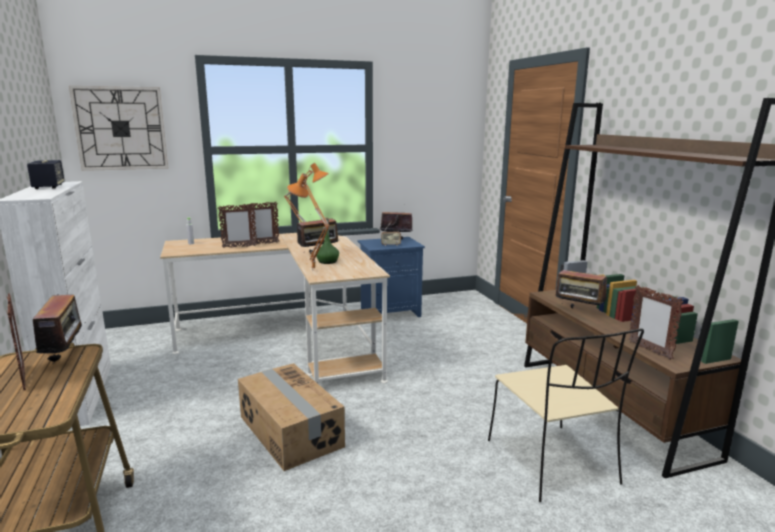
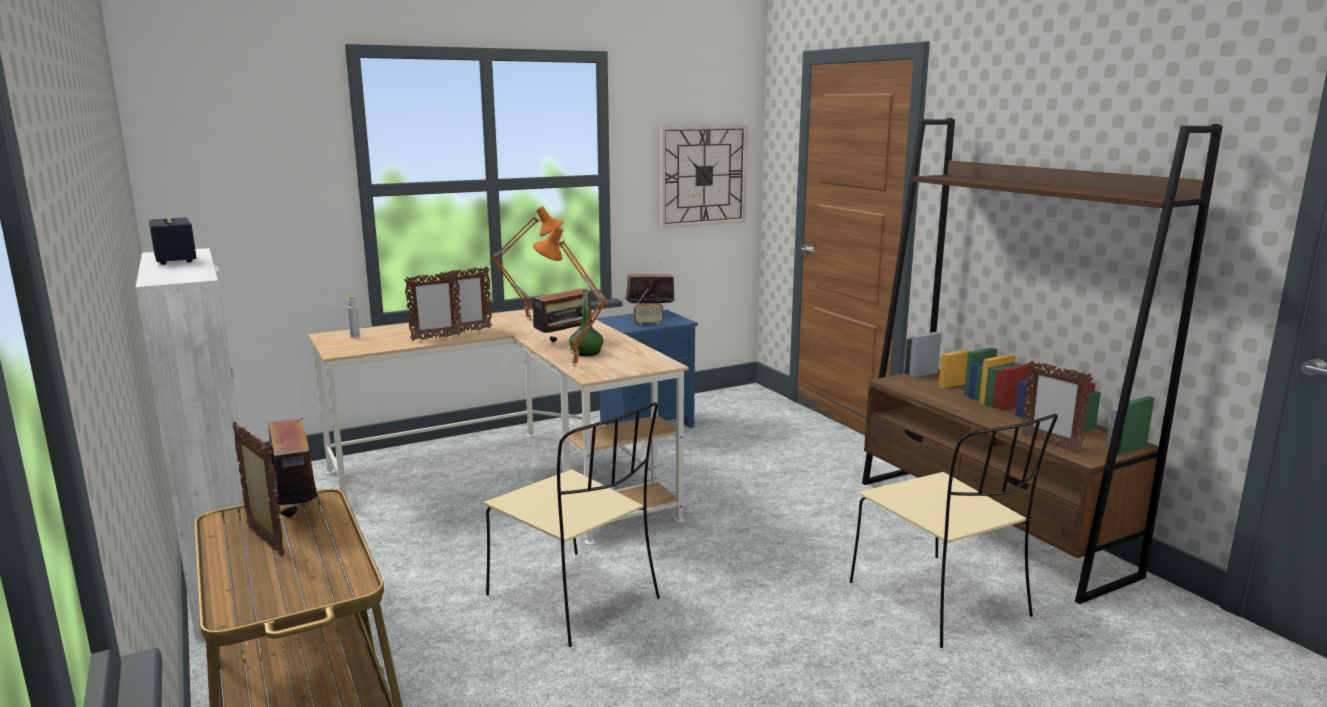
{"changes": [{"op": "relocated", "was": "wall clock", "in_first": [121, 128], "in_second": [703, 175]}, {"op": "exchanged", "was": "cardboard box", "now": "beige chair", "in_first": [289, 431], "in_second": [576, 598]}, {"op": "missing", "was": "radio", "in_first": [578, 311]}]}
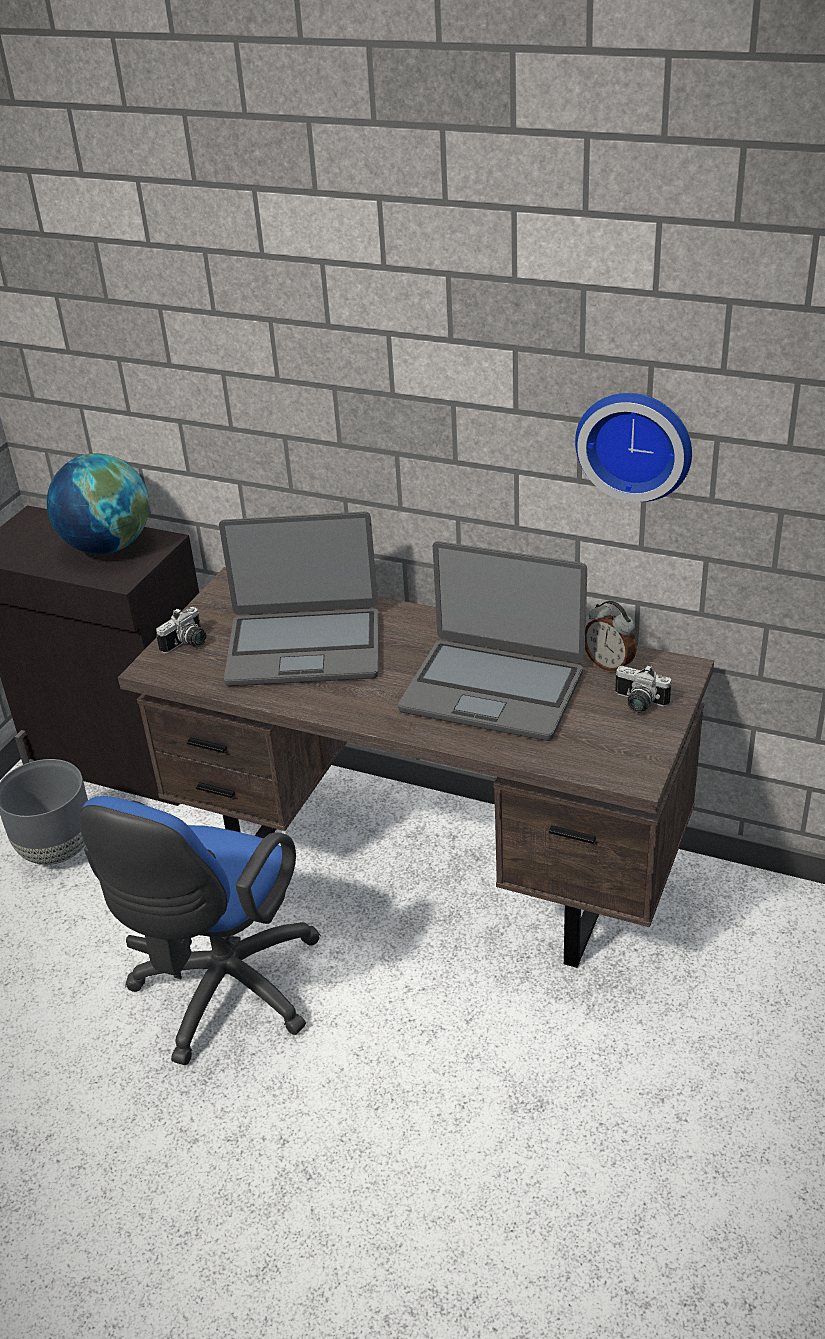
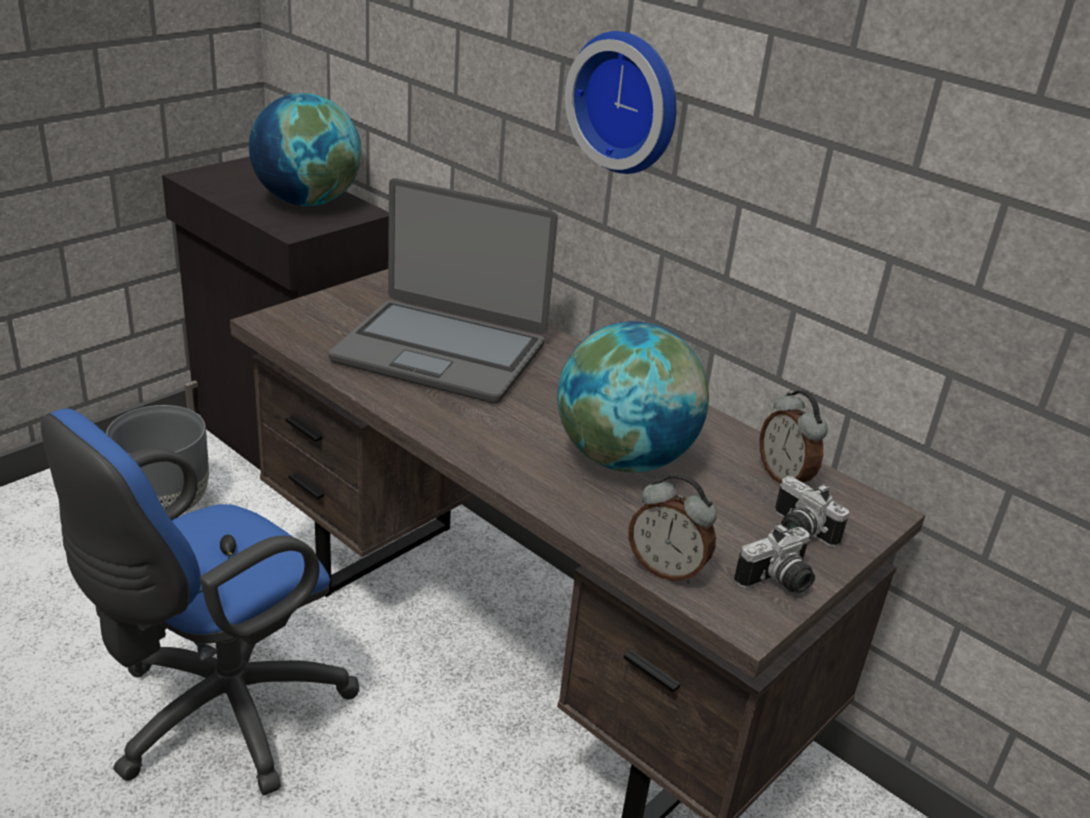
{"changes": [{"op": "relocated", "was": "photo camera", "in_first": [188, 644], "in_second": [778, 583]}, {"op": "exchanged", "was": "laptop", "now": "globe", "in_first": [493, 690], "in_second": [624, 459]}, {"op": "relocated", "was": "wall clock", "in_first": [635, 443], "in_second": [628, 102]}, {"op": "appeared", "now": "alarm clock", "in_second": [666, 569]}]}
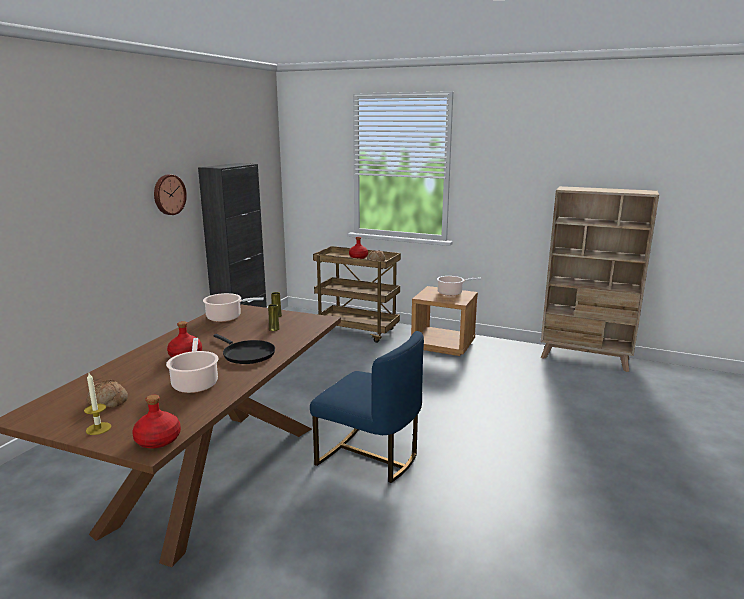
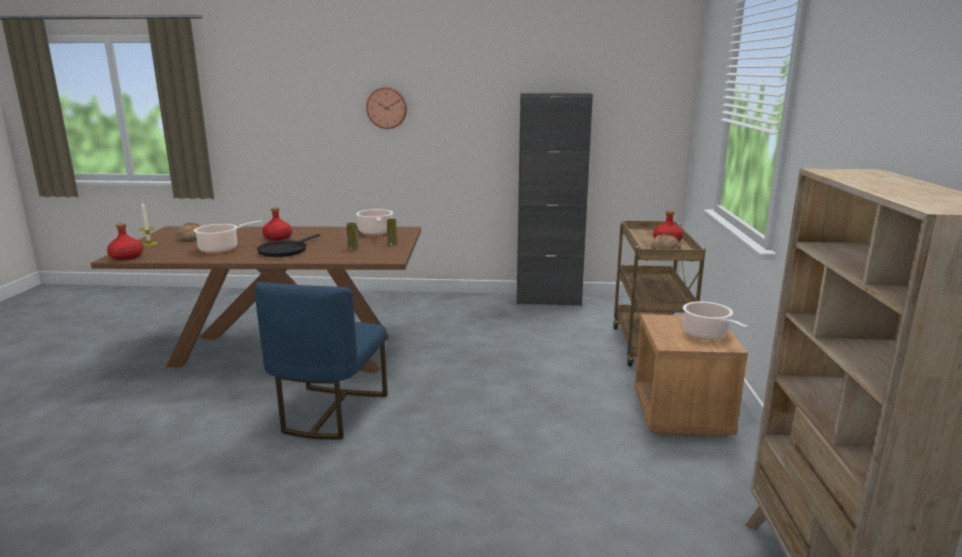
{"changes": [{"op": "relocated", "was": "wall clock", "in_first": [168, 194], "in_second": [387, 108]}]}
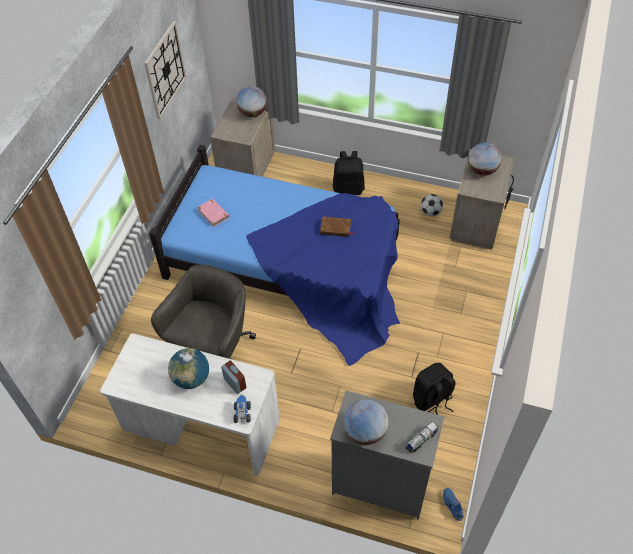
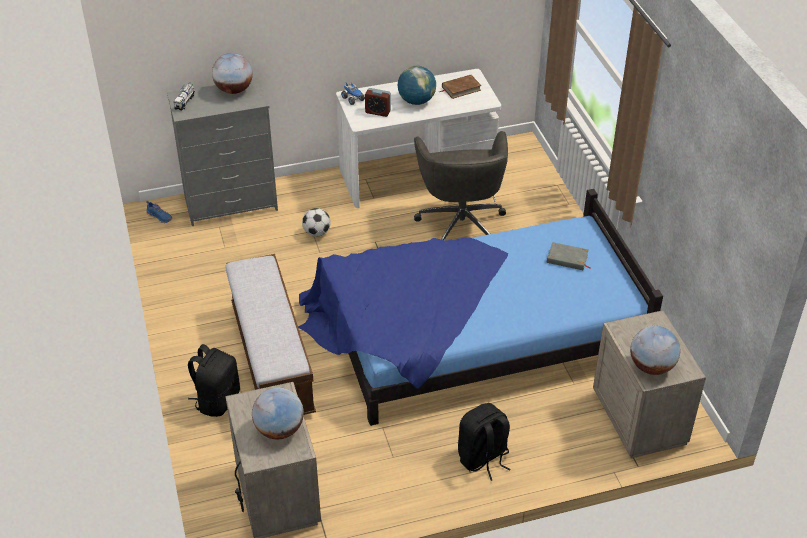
{"changes": [{"op": "missing", "was": "wall clock", "in_first": [165, 70]}, {"op": "colour", "was": "pink book", "now": "grey book", "in_first": [213, 214], "in_second": [567, 259]}, {"op": "relocated", "was": "brown book", "in_first": [335, 228], "in_second": [461, 88]}, {"op": "relocated", "was": "black backpack", "in_first": [432, 400], "in_second": [217, 400]}, {"op": "relocated", "was": "football", "in_first": [430, 212], "in_second": [317, 233]}, {"op": "appeared", "now": "bench", "in_second": [272, 359]}]}
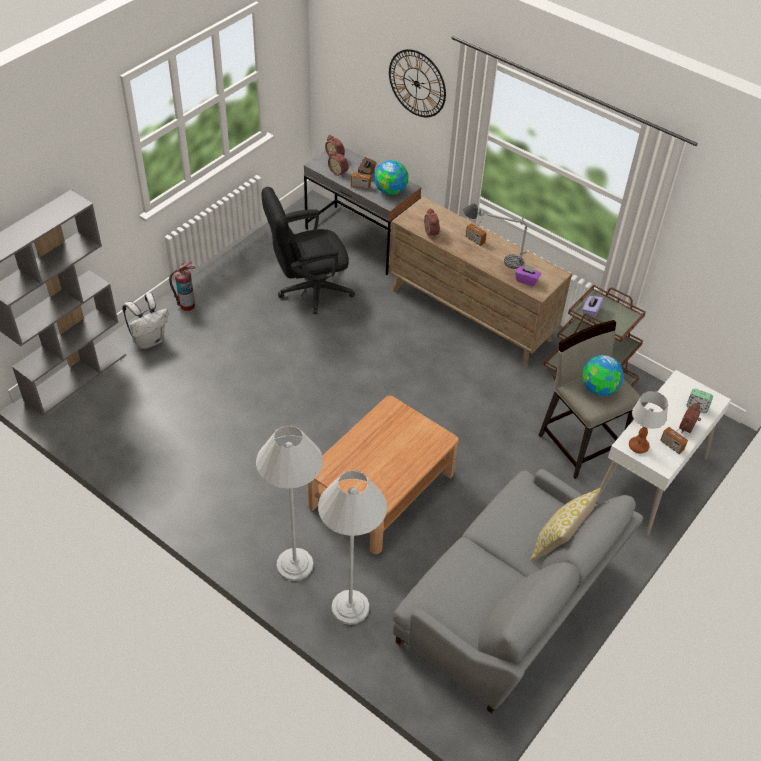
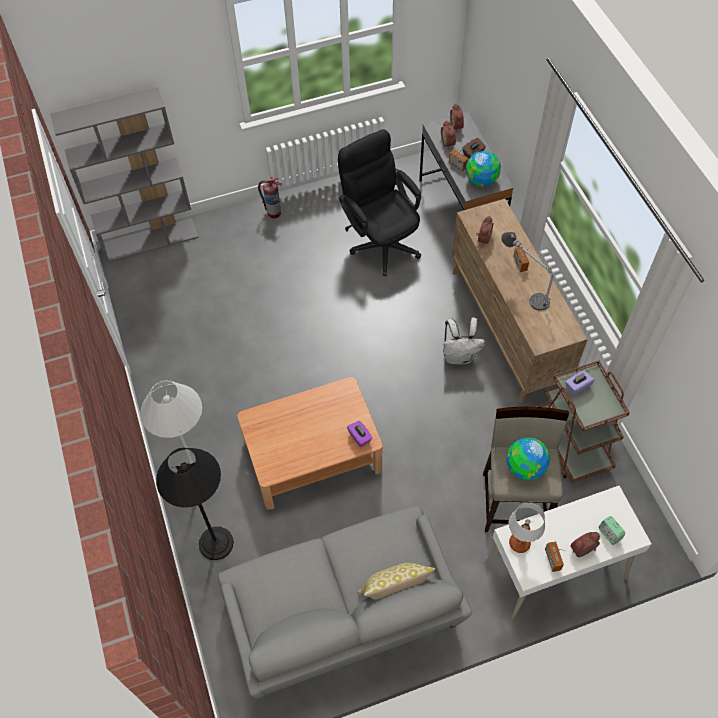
{"changes": [{"op": "relocated", "was": "white backpack", "in_first": [149, 340], "in_second": [459, 356]}, {"op": "spun", "was": "black office chair", "in_first": [308, 290], "in_second": [381, 241], "clockwise": 45}, {"op": "colour", "was": "white floor lamp", "now": "black floor lamp", "in_first": [350, 607], "in_second": [216, 543]}, {"op": "missing", "was": "wall clock", "in_first": [417, 83]}, {"op": "relocated", "was": "purple tissue box", "in_first": [526, 280], "in_second": [360, 437]}]}
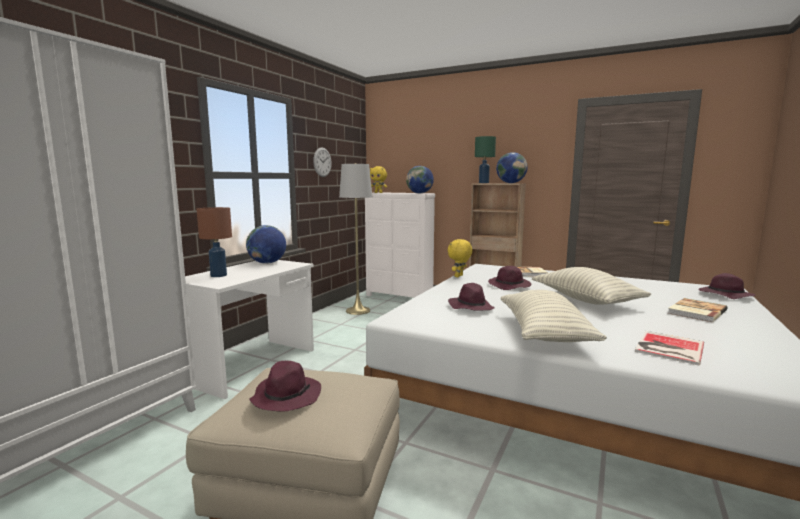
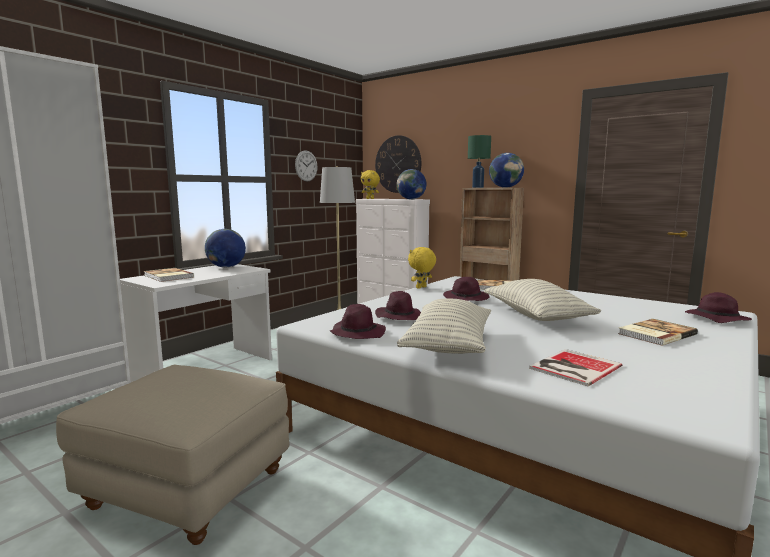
{"changes": [{"op": "exchanged", "was": "brown table lamp", "now": "book", "in_first": [218, 275], "in_second": [167, 276]}, {"op": "relocated", "was": "purple hat", "in_first": [286, 396], "in_second": [357, 333]}, {"op": "appeared", "now": "wall clock", "in_second": [398, 164]}]}
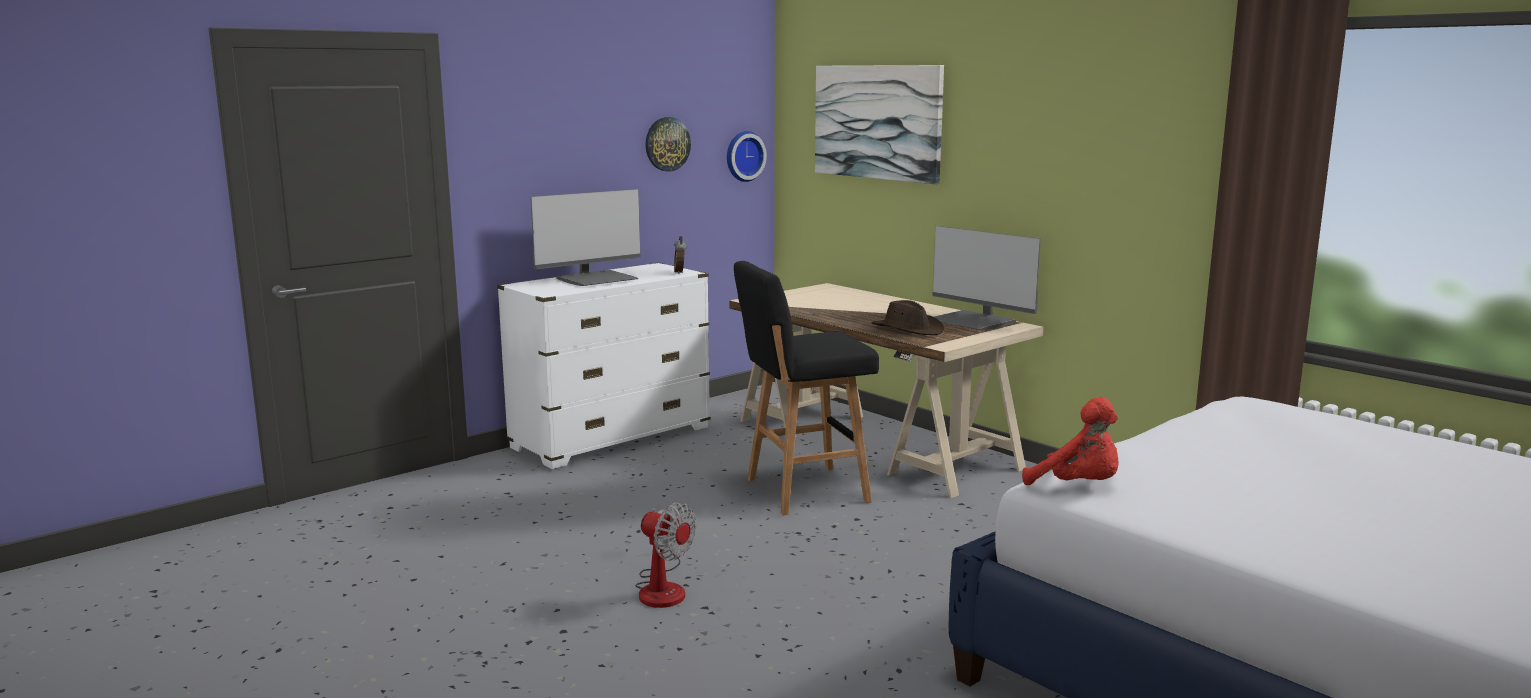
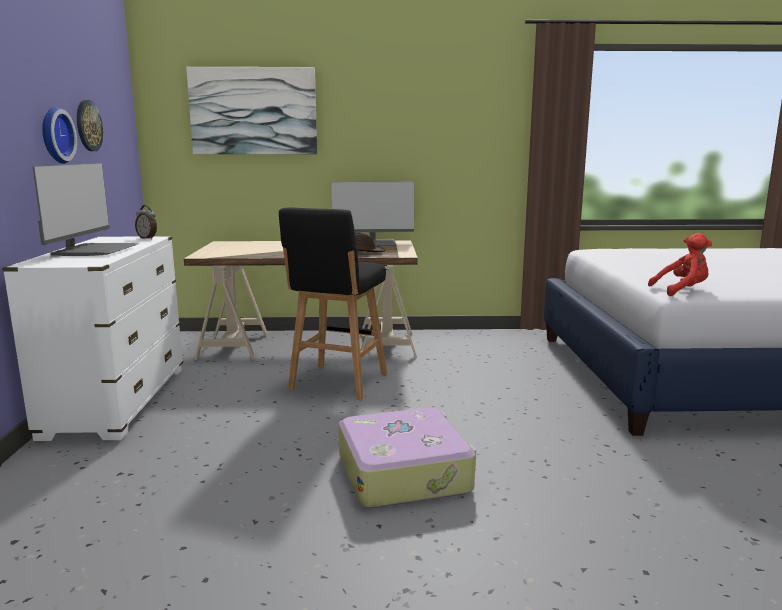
{"changes": [{"op": "exchanged", "was": "fan", "now": "suitcase", "in_first": [662, 588], "in_second": [404, 472]}, {"op": "relocated", "was": "wall clock", "in_first": [743, 156], "in_second": [54, 135]}]}
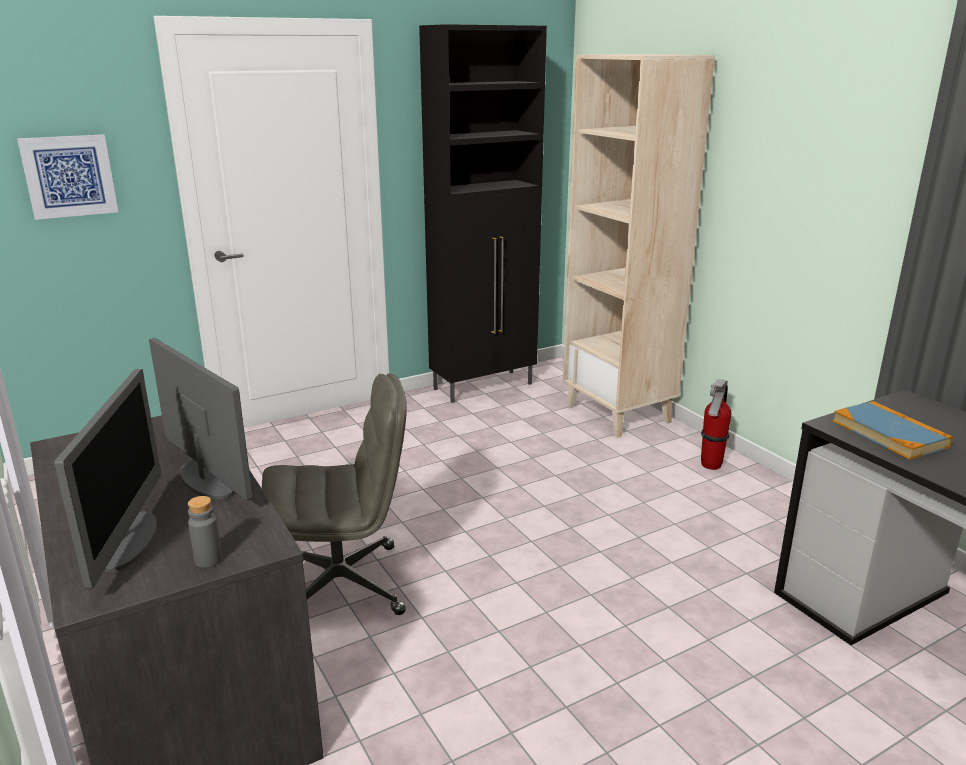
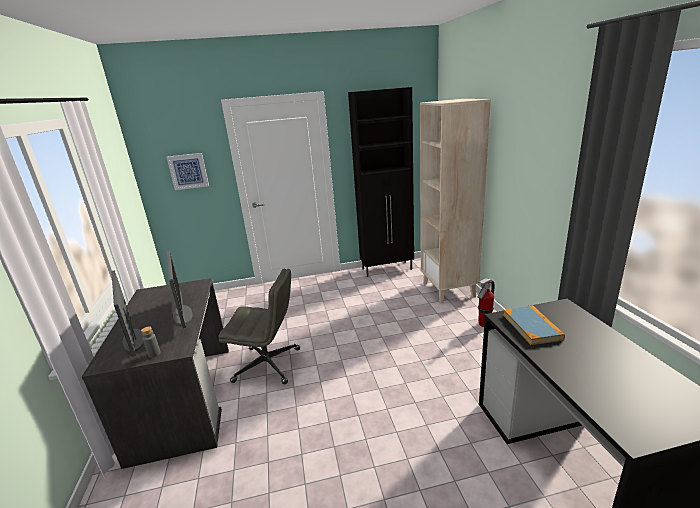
{"changes": [{"op": "spun", "was": "monitor", "in_first": [129, 541], "in_second": [134, 340], "clockwise": 135}]}
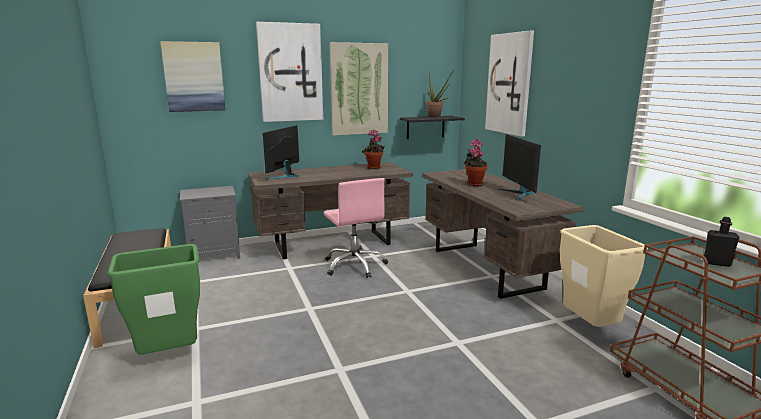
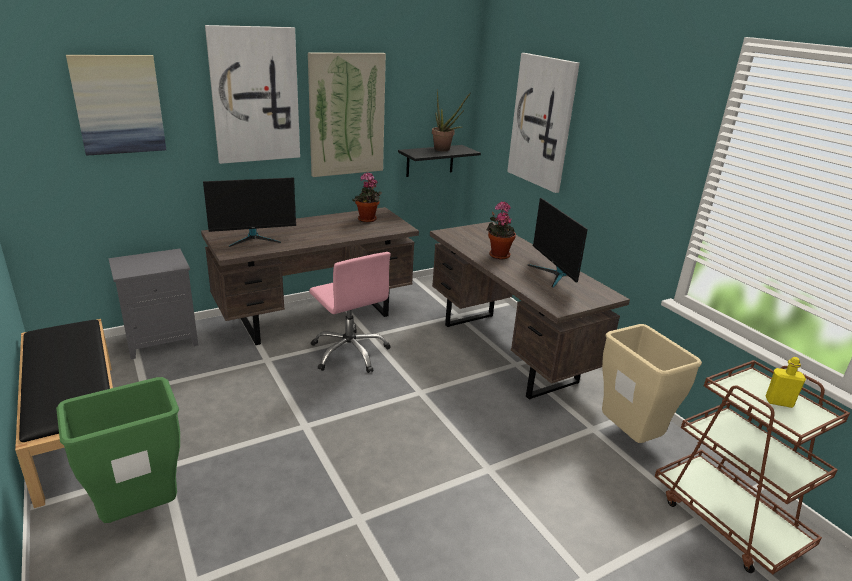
{"changes": [{"op": "spun", "was": "monitor", "in_first": [285, 176], "in_second": [254, 239], "clockwise": -120}, {"op": "colour", "was": "black bottle", "now": "yellow bottle", "in_first": [717, 263], "in_second": [779, 402]}]}
